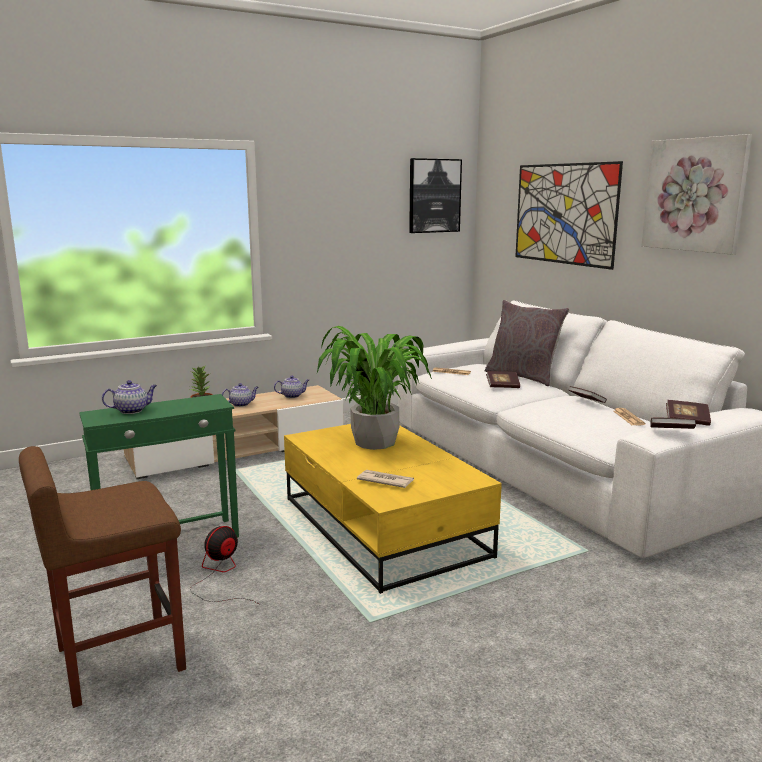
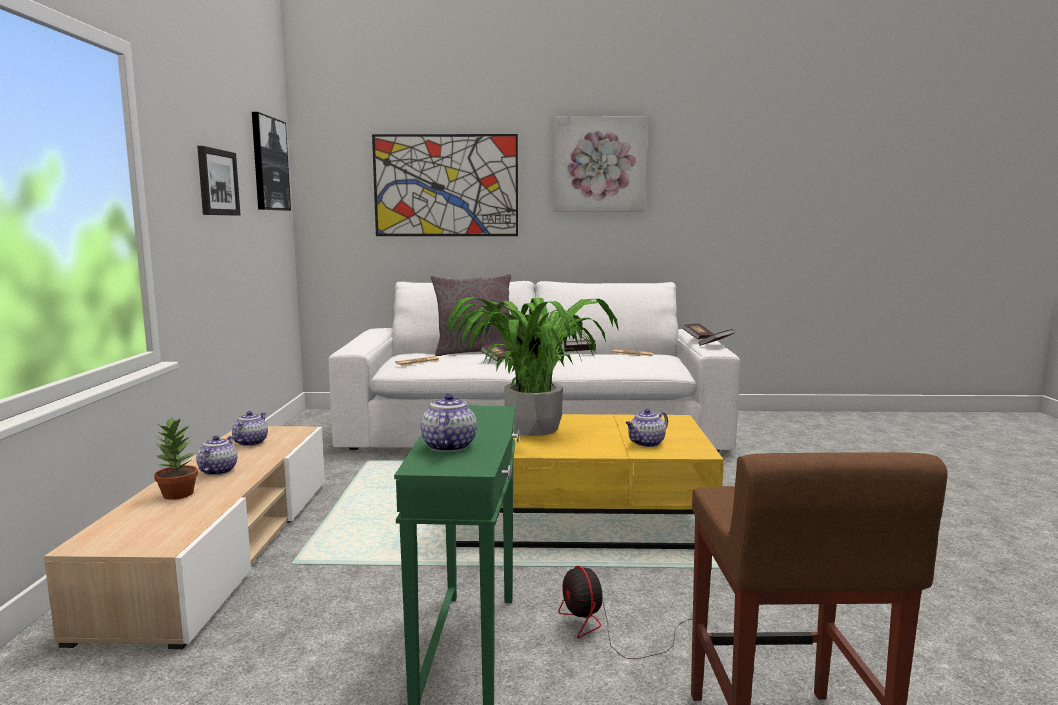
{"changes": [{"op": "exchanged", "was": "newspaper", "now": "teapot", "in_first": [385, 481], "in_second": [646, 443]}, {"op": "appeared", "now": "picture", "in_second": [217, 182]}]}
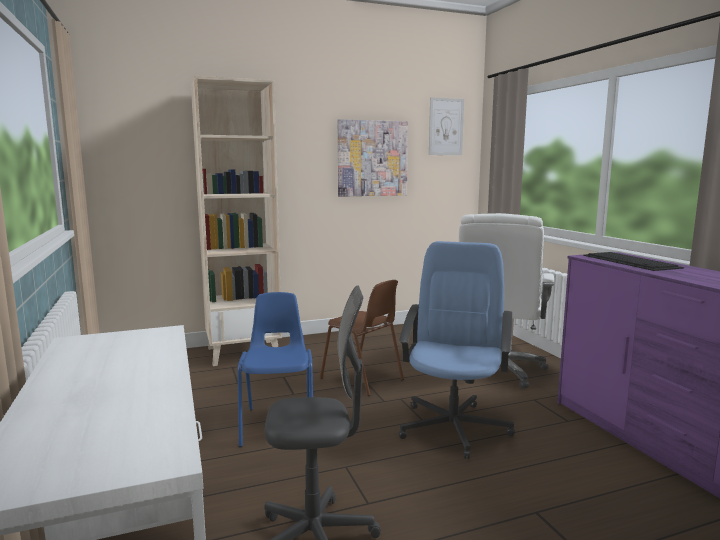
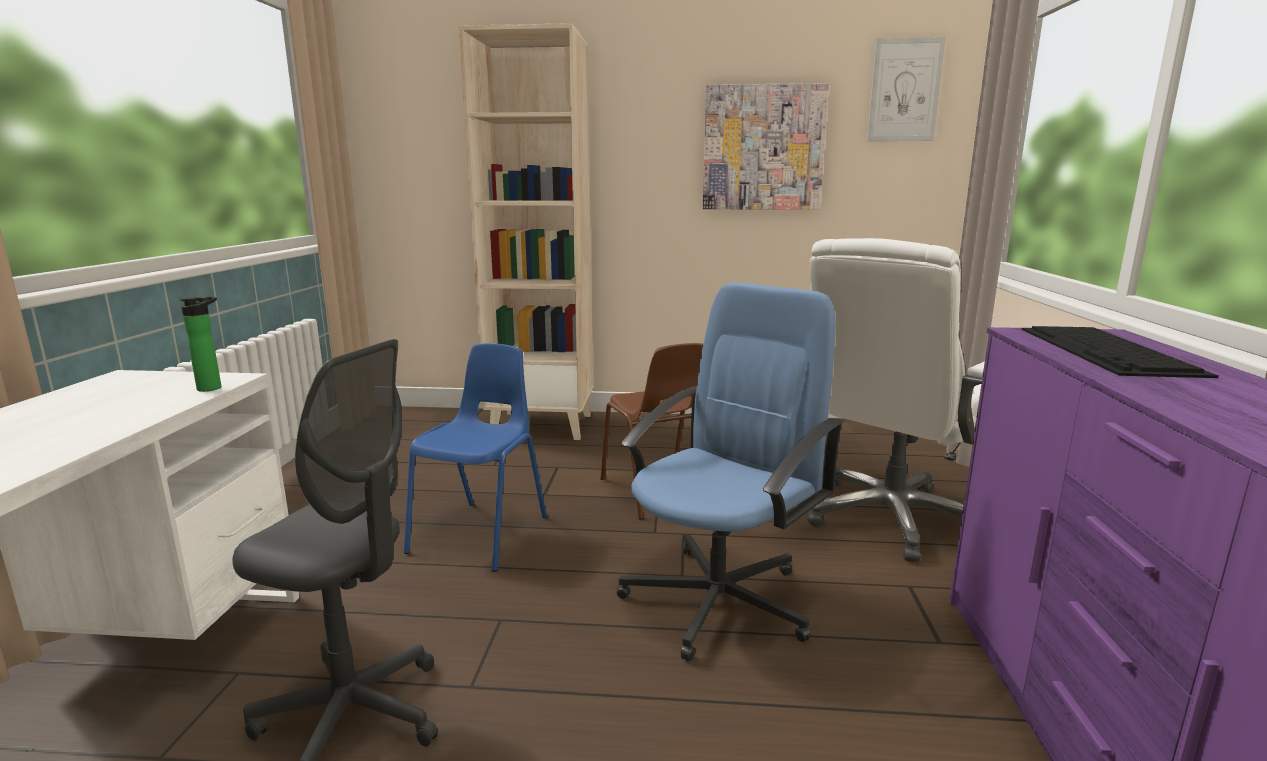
{"changes": [{"op": "appeared", "now": "bottle", "in_second": [213, 387]}]}
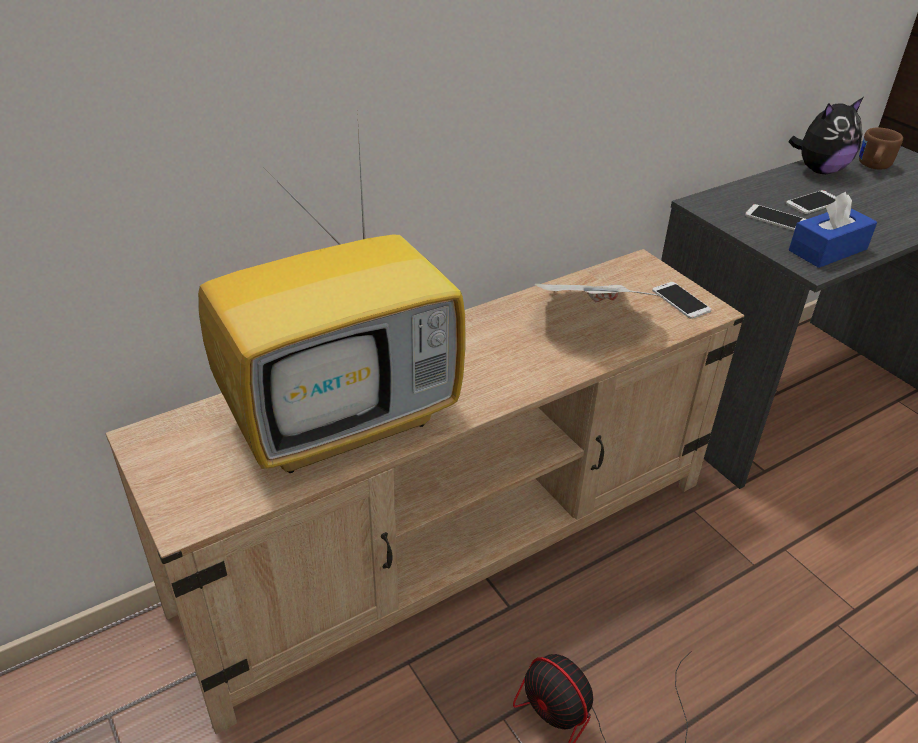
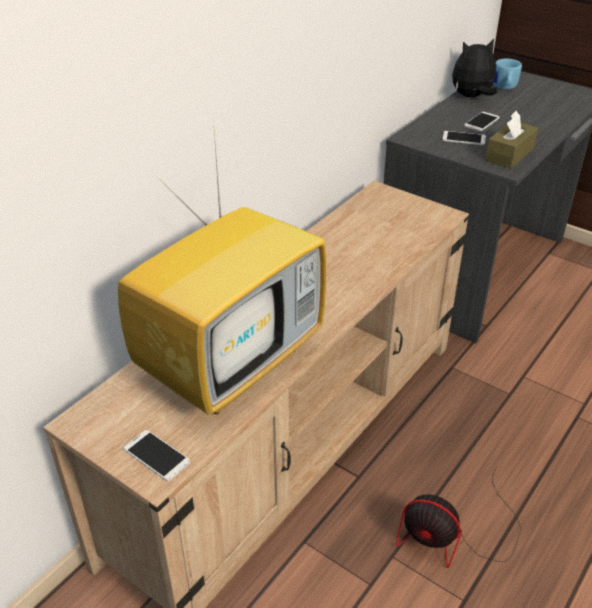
{"changes": [{"op": "missing", "was": "newspaper", "in_first": [594, 318]}, {"op": "relocated", "was": "phone", "in_first": [681, 301], "in_second": [156, 455]}, {"op": "spun", "was": "plush toy", "in_first": [819, 170], "in_second": [472, 97], "clockwise": -150}, {"op": "colour", "was": "blue tissue box", "now": "brown tissue box", "in_first": [827, 250], "in_second": [509, 154]}, {"op": "colour", "was": "brown mug", "now": "blue mug", "in_first": [872, 167], "in_second": [504, 88]}]}
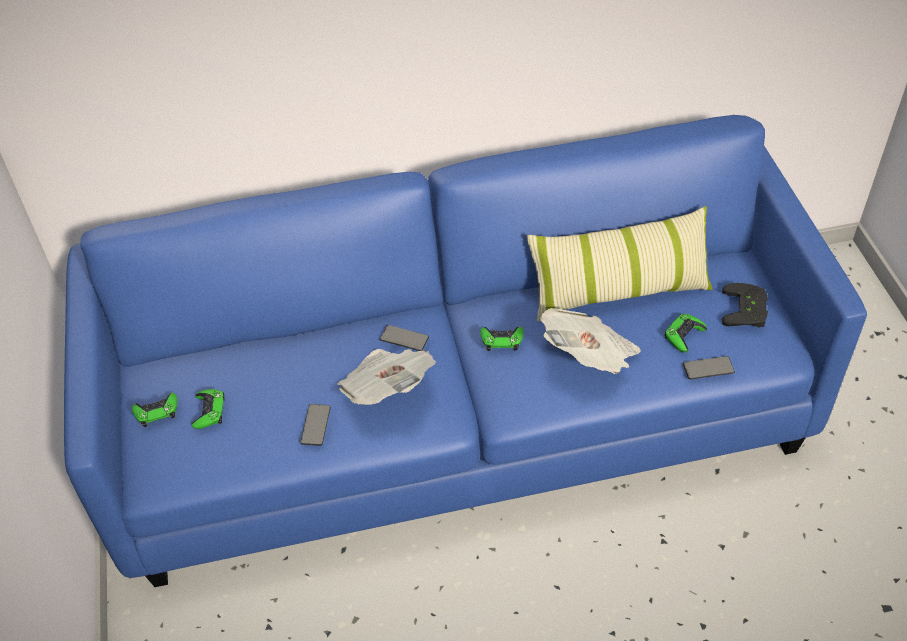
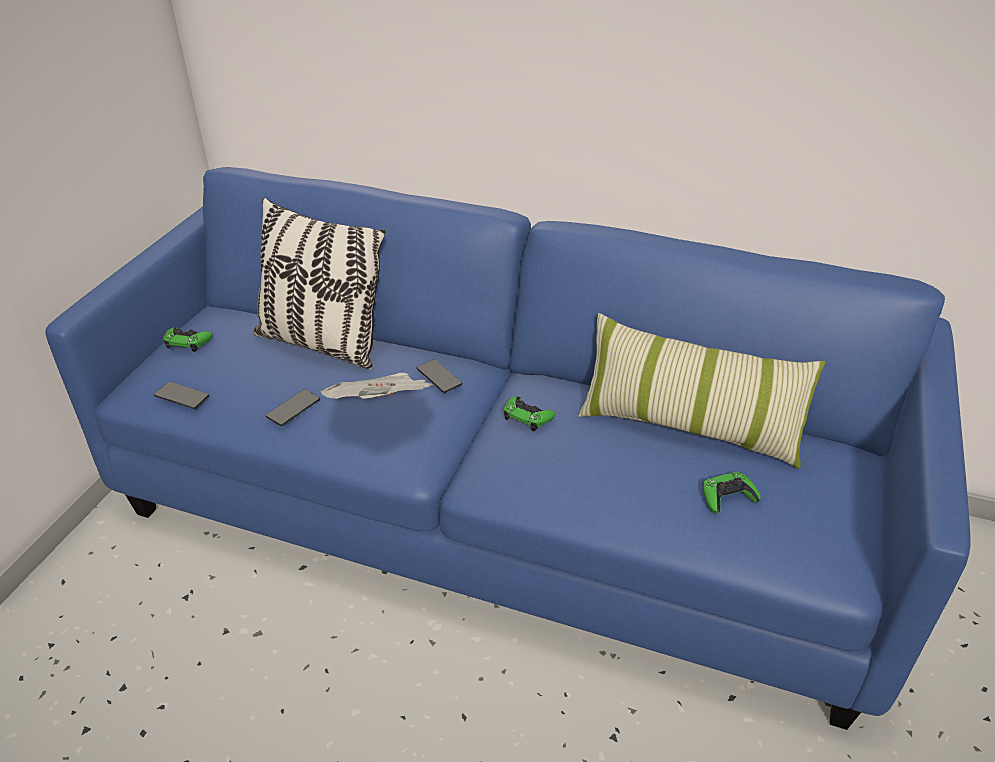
{"changes": [{"op": "missing", "was": "green game controller", "in_first": [209, 411]}, {"op": "missing", "was": "newspaper", "in_first": [590, 357]}, {"op": "relocated", "was": "phone", "in_first": [708, 368], "in_second": [181, 396]}, {"op": "missing", "was": "black game controller", "in_first": [747, 310]}, {"op": "appeared", "now": "pillow", "in_second": [321, 343]}]}
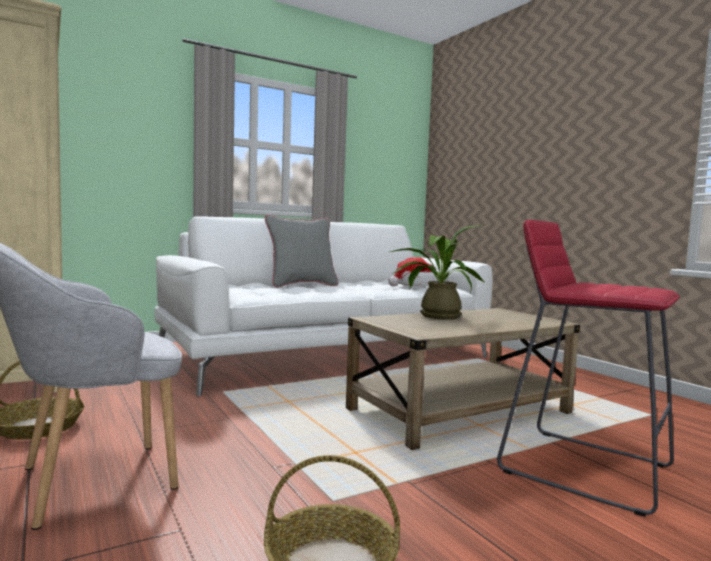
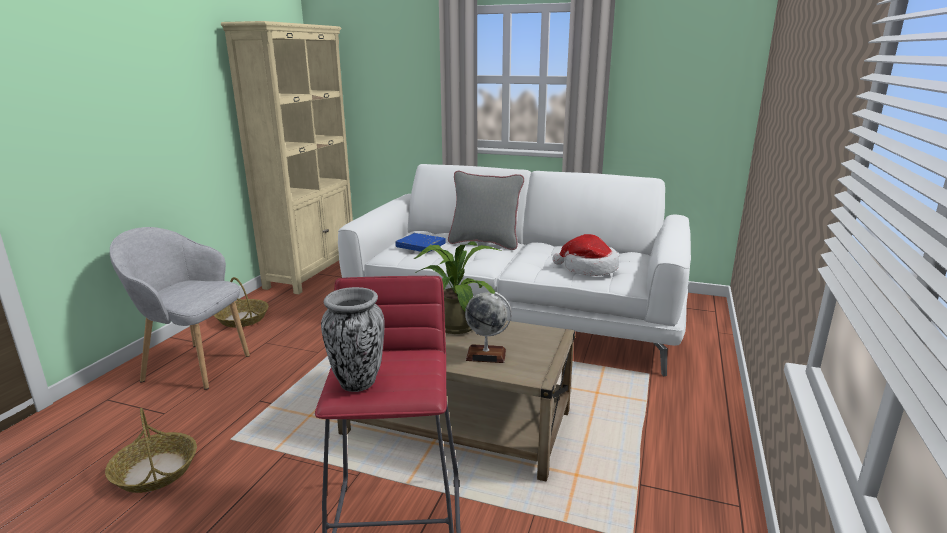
{"changes": [{"op": "appeared", "now": "vase", "in_second": [357, 382]}, {"op": "appeared", "now": "blue book", "in_second": [420, 246]}, {"op": "appeared", "now": "globe", "in_second": [486, 355]}]}
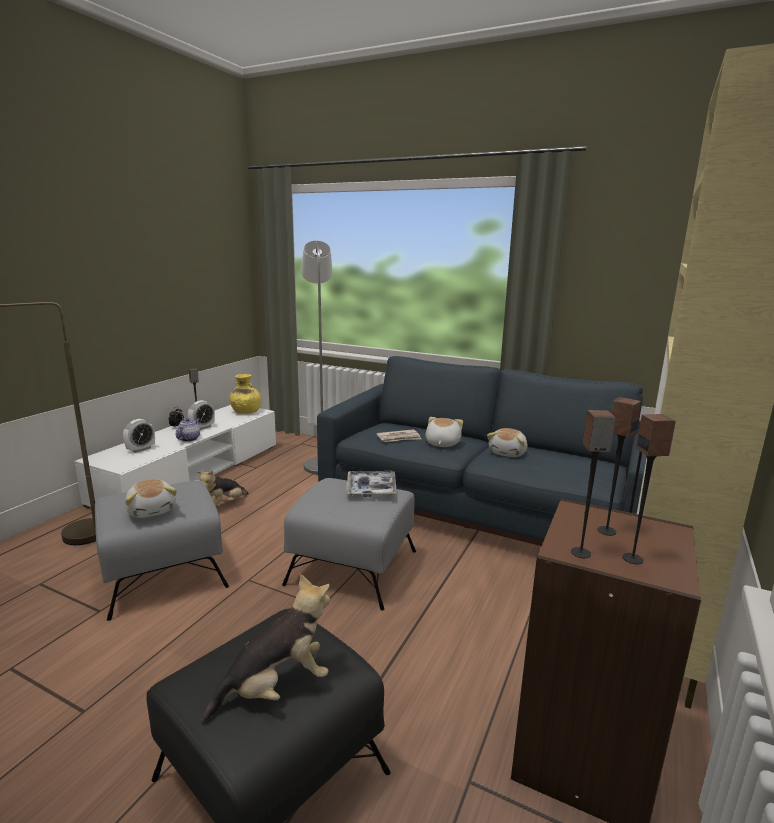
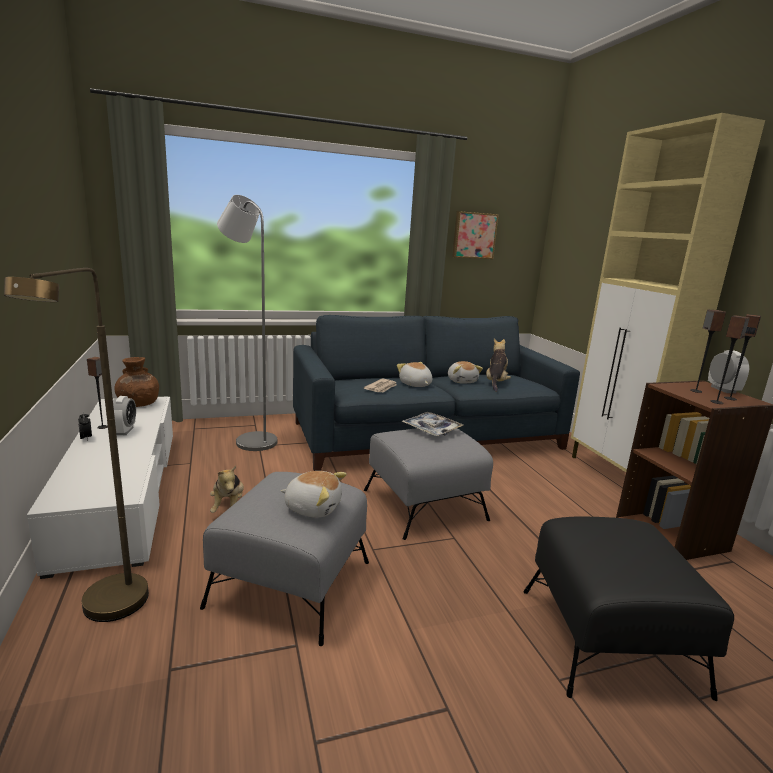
{"changes": [{"op": "relocated", "was": "alarm clock", "in_first": [141, 449], "in_second": [723, 389]}, {"op": "missing", "was": "teapot", "in_first": [189, 439]}, {"op": "relocated", "was": "plush toy", "in_first": [276, 687], "in_second": [495, 383]}, {"op": "colour", "was": "yellow vase", "now": "brown vase", "in_first": [245, 412], "in_second": [138, 404]}, {"op": "appeared", "now": "picture", "in_second": [474, 235]}]}
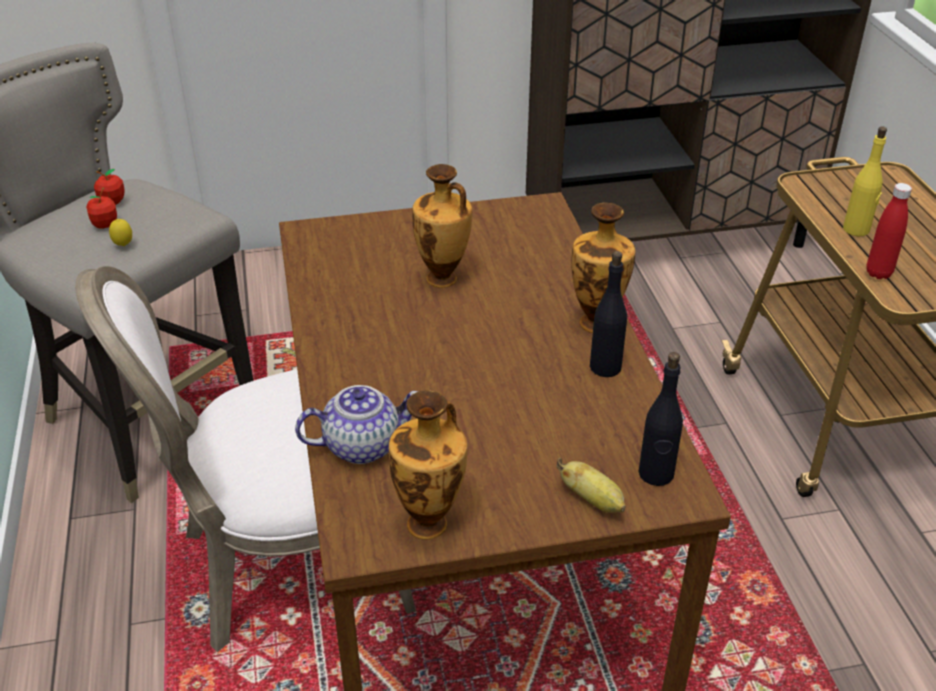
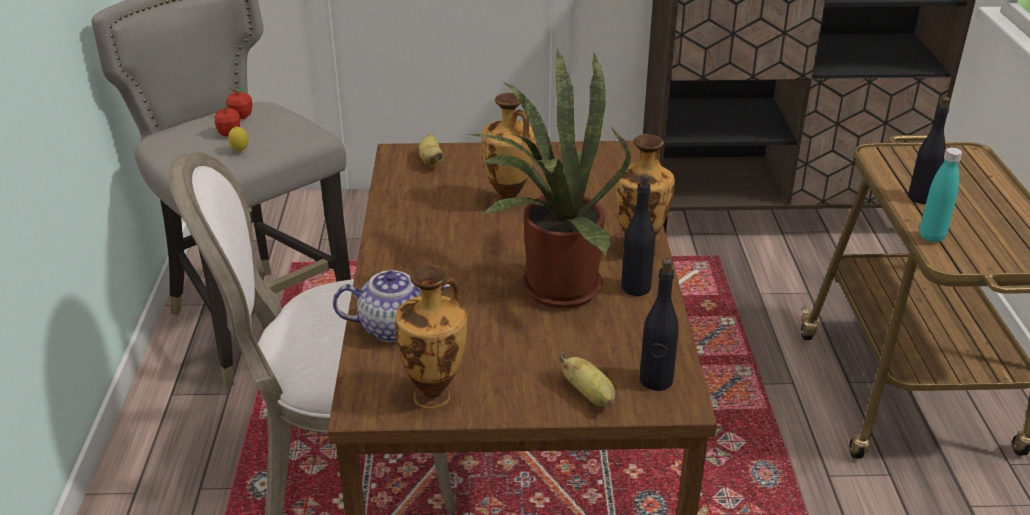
{"changes": [{"op": "colour", "was": "yellow bottle", "now": "black bottle", "in_first": [856, 229], "in_second": [921, 198]}, {"op": "colour", "was": "red bottle", "now": "turquoise bottle", "in_first": [878, 273], "in_second": [931, 236]}, {"op": "appeared", "now": "banana", "in_second": [431, 161]}, {"op": "appeared", "now": "potted plant", "in_second": [552, 287]}]}
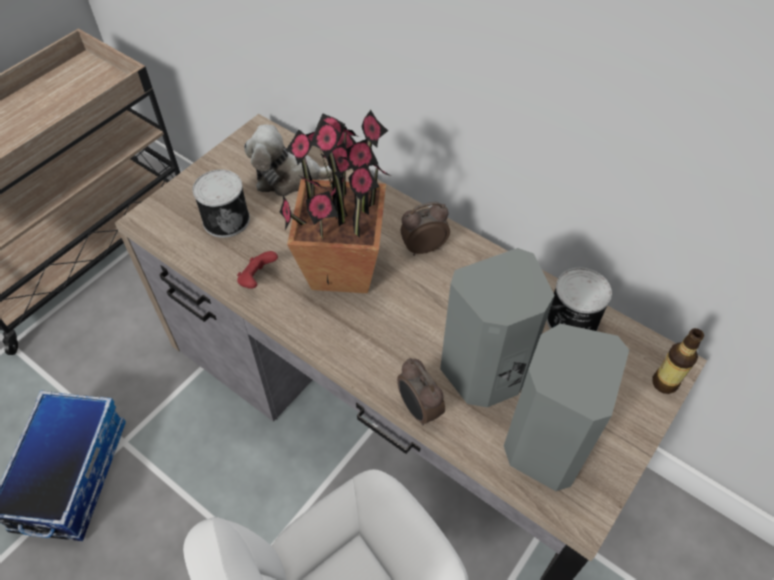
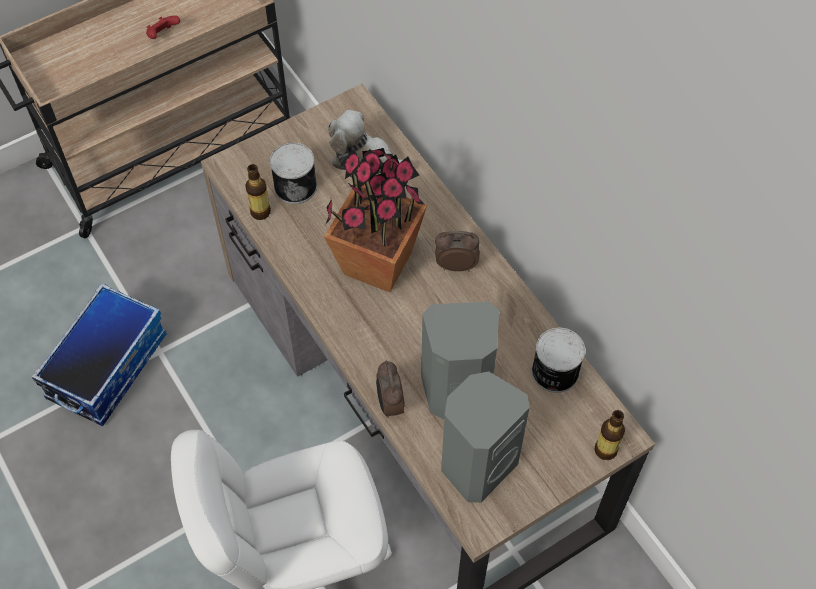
{"changes": [{"op": "relocated", "was": "red game controller", "in_first": [257, 279], "in_second": [163, 35]}, {"op": "appeared", "now": "bottle", "in_second": [260, 212]}]}
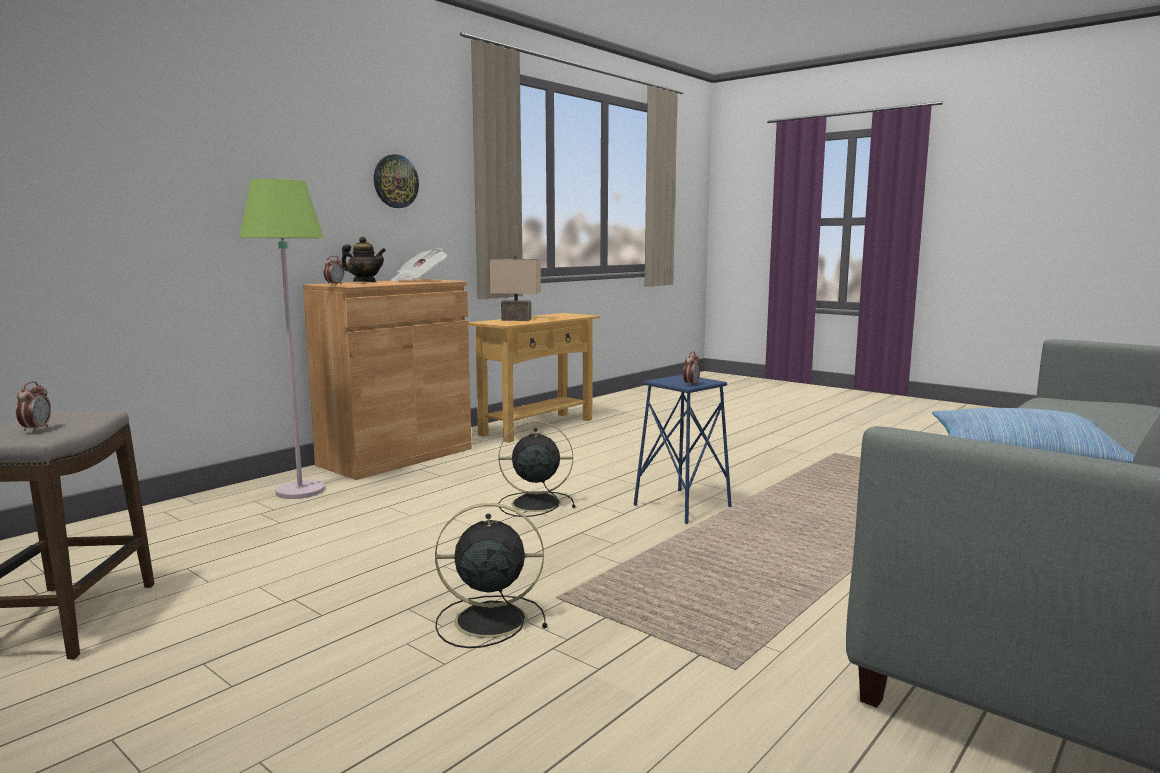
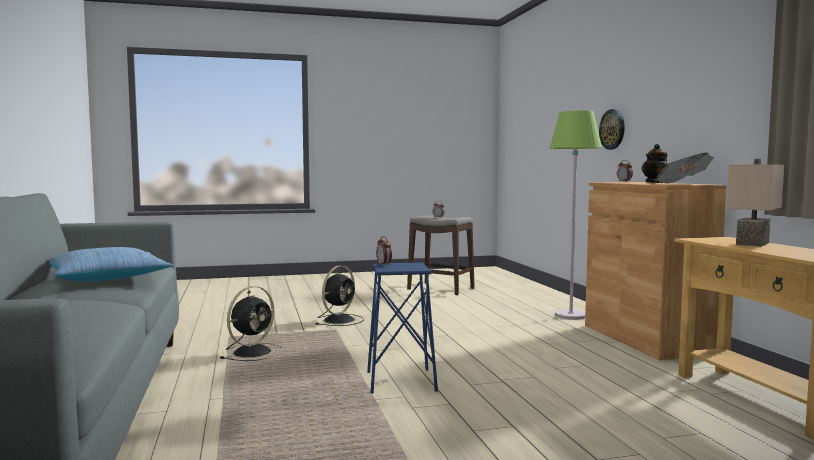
{"changes": [{"op": "relocated", "was": "wall clock", "in_first": [395, 181], "in_second": [612, 129]}, {"op": "relocated", "was": "black fan", "in_first": [534, 503], "in_second": [253, 352]}]}
